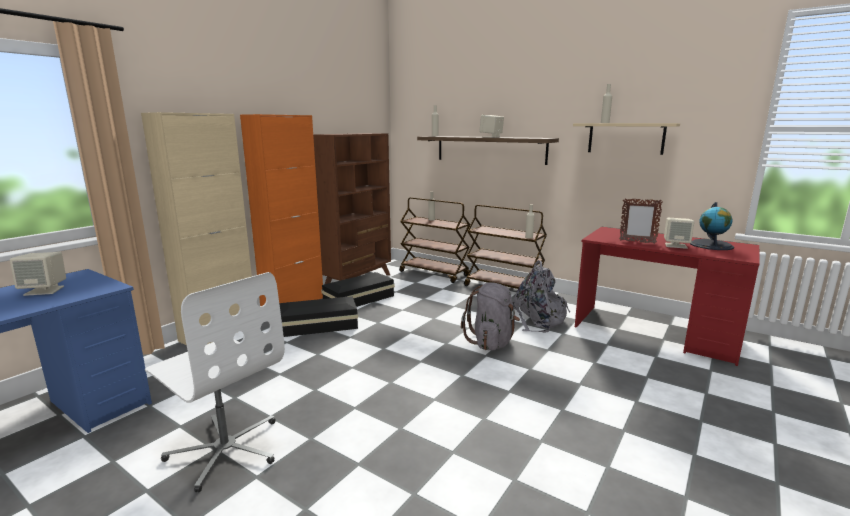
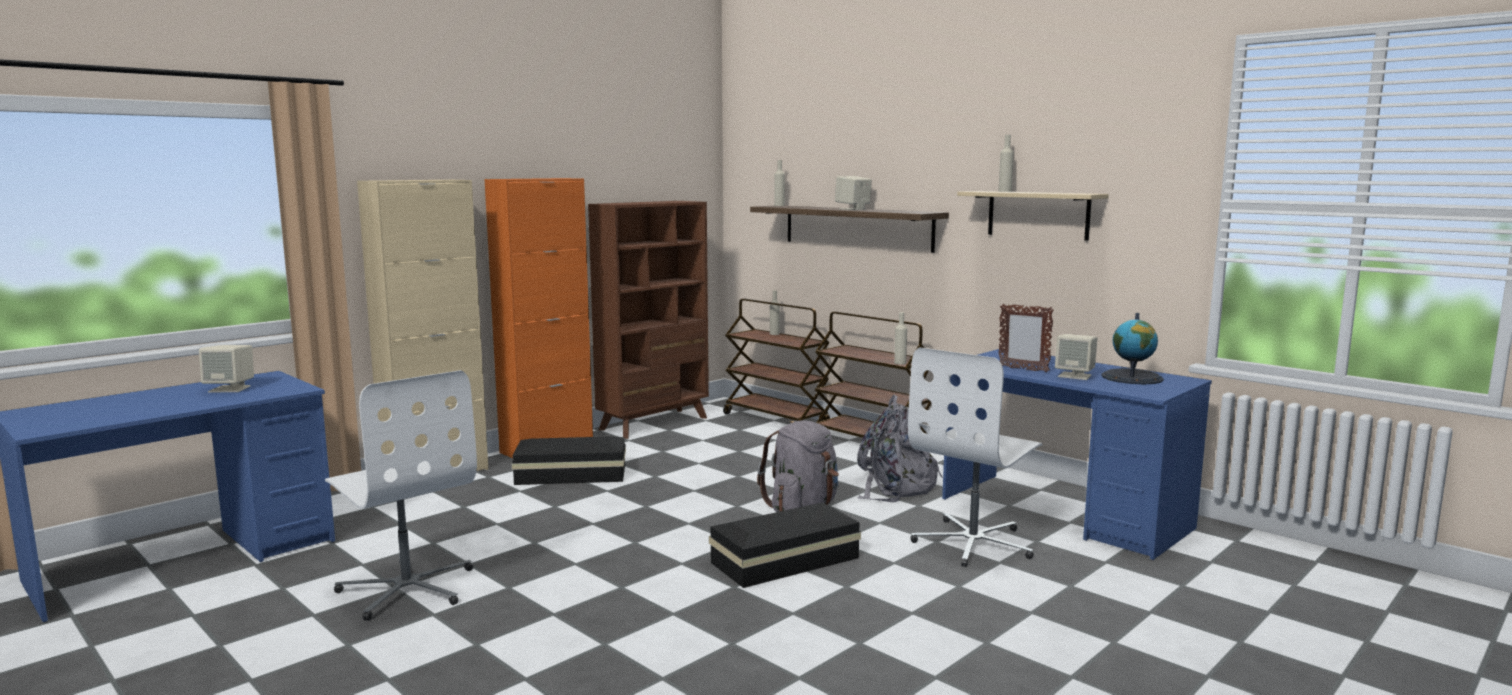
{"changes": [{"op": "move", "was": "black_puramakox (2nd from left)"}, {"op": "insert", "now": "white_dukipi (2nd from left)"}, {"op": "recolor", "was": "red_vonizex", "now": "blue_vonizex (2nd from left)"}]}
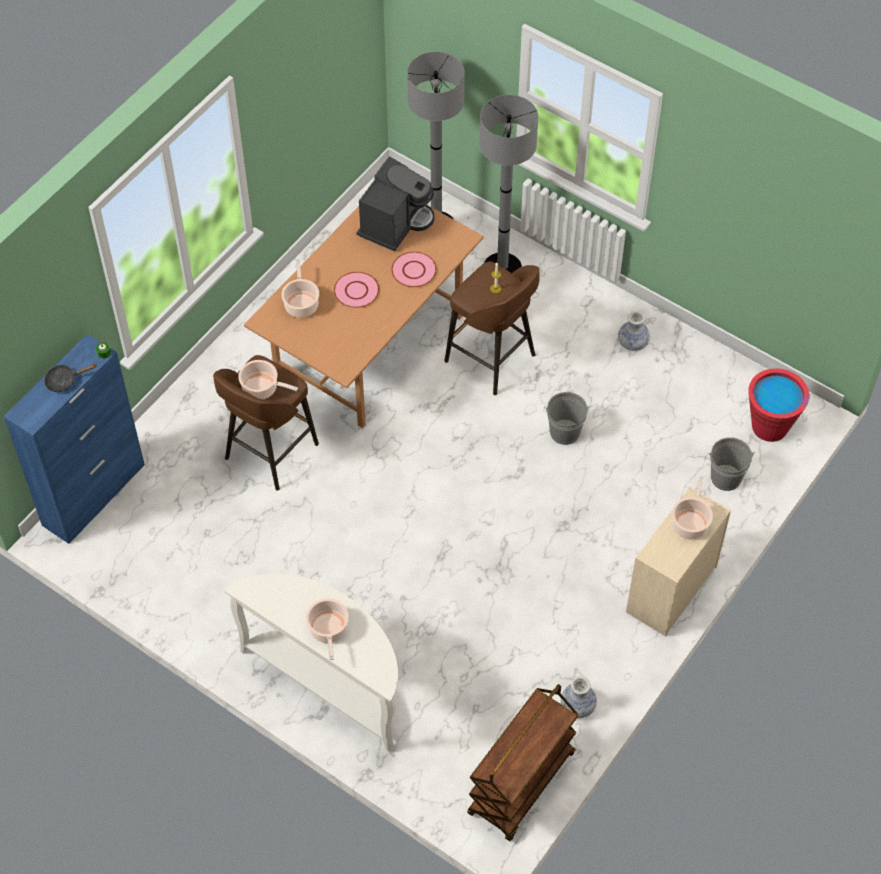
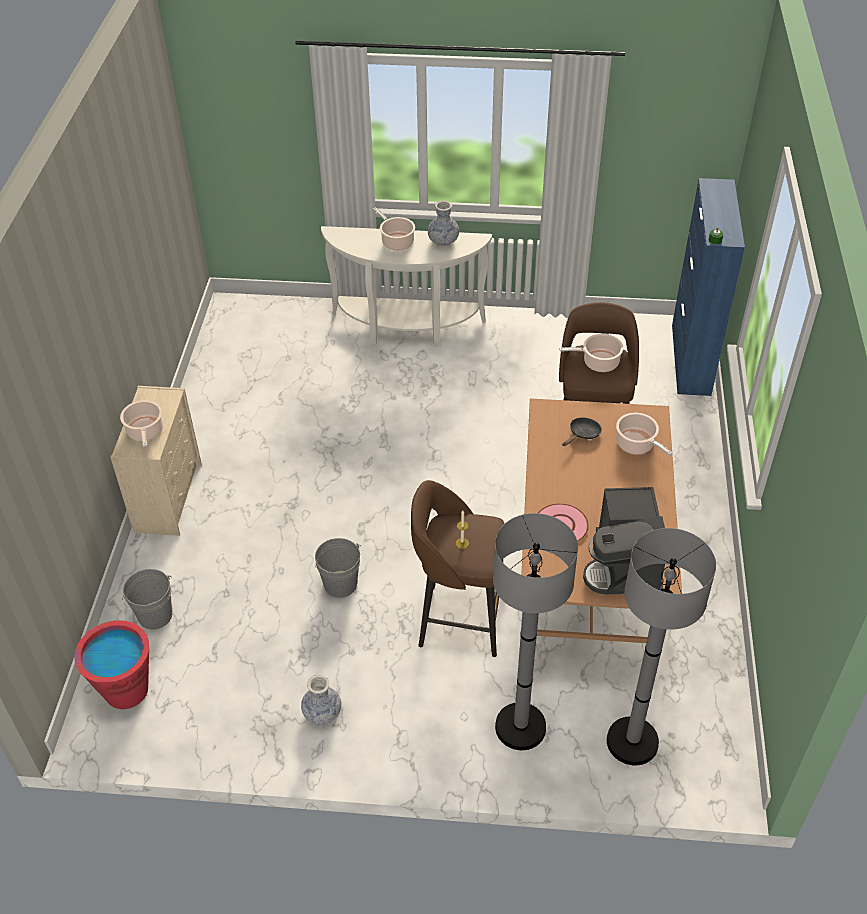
{"changes": [{"op": "move", "was": "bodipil (1st from left in the first image)", "now": "bodipil (2nd from left)"}, {"op": "move", "was": "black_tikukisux"}, {"op": "delete", "was": "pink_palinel (1st from left)"}, {"op": "delete", "was": "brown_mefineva"}]}
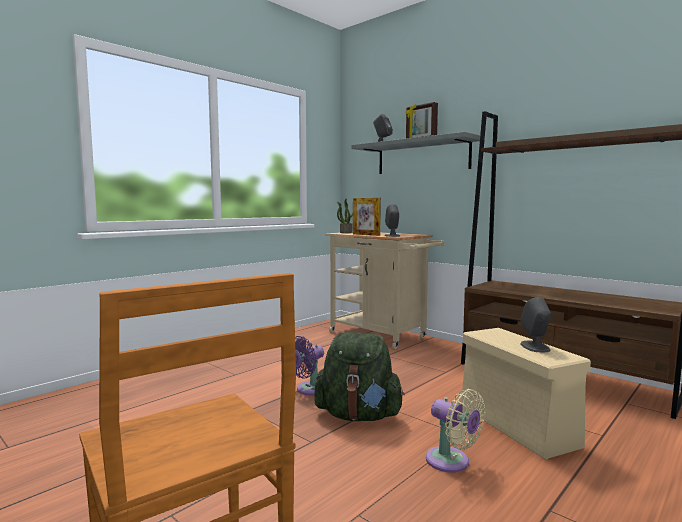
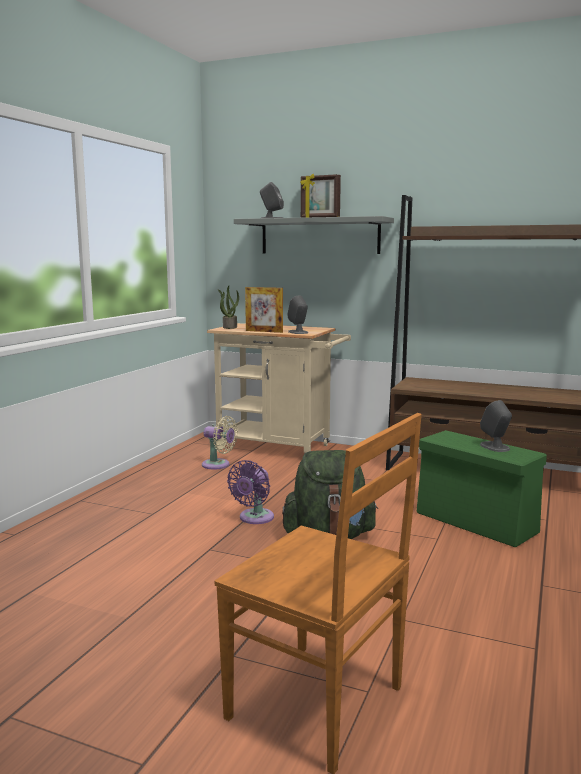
{"changes": [{"op": "move", "was": "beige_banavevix"}, {"op": "recolor", "was": "beige_puramakox", "now": "green_puramakox"}]}
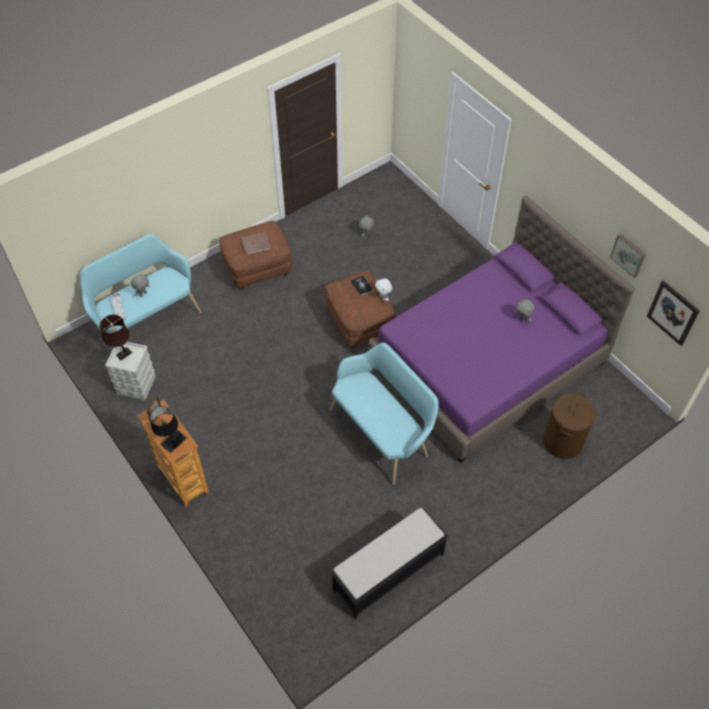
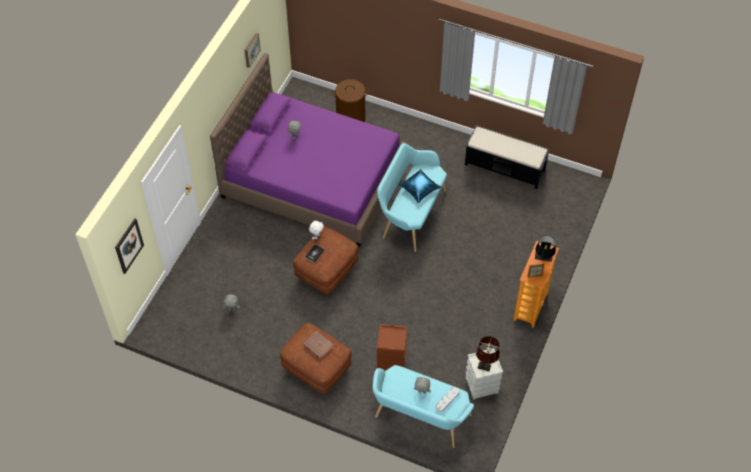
{"changes": [{"op": "move", "was": "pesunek (2nd from left in the first image)", "now": "pesunek (1st from left)"}, {"op": "insert", "now": "brown_puramakox"}, {"op": "insert", "now": "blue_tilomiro"}]}
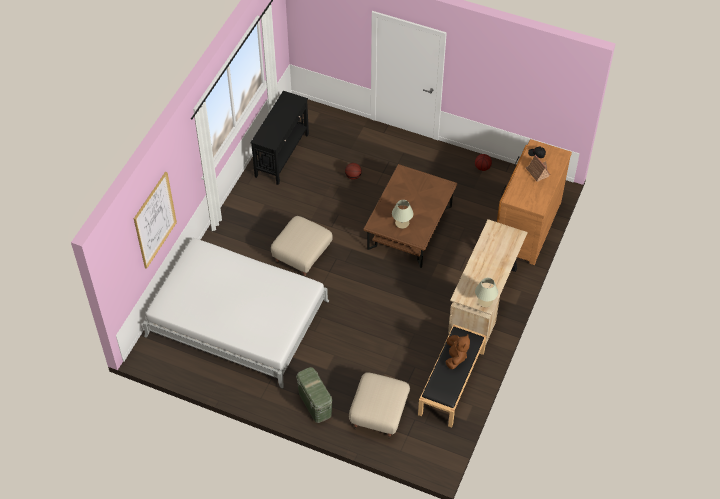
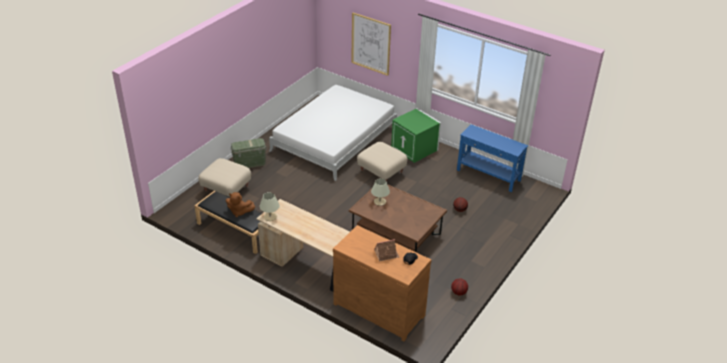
{"changes": [{"op": "insert", "now": "green_puramakox (2nd from left)"}, {"op": "recolor", "was": "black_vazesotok", "now": "blue_vazesotok"}]}
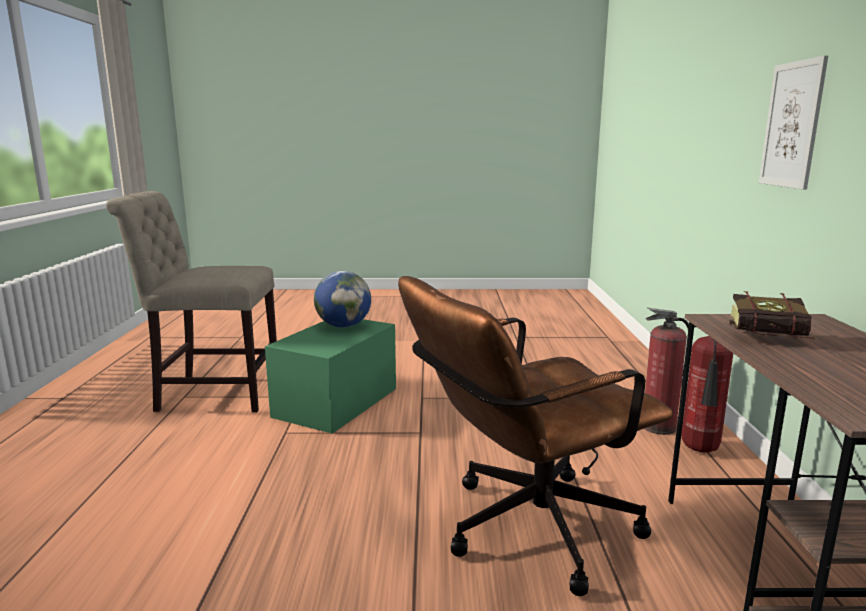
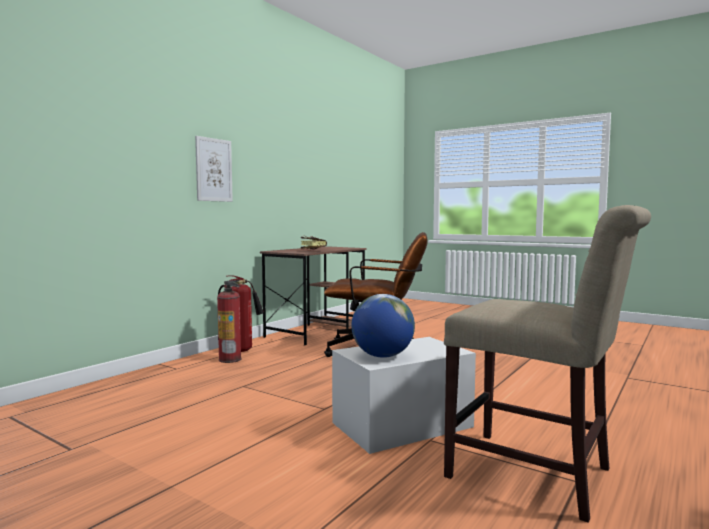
{"changes": [{"op": "recolor", "was": "green_puramakox", "now": "white_puramakox"}]}
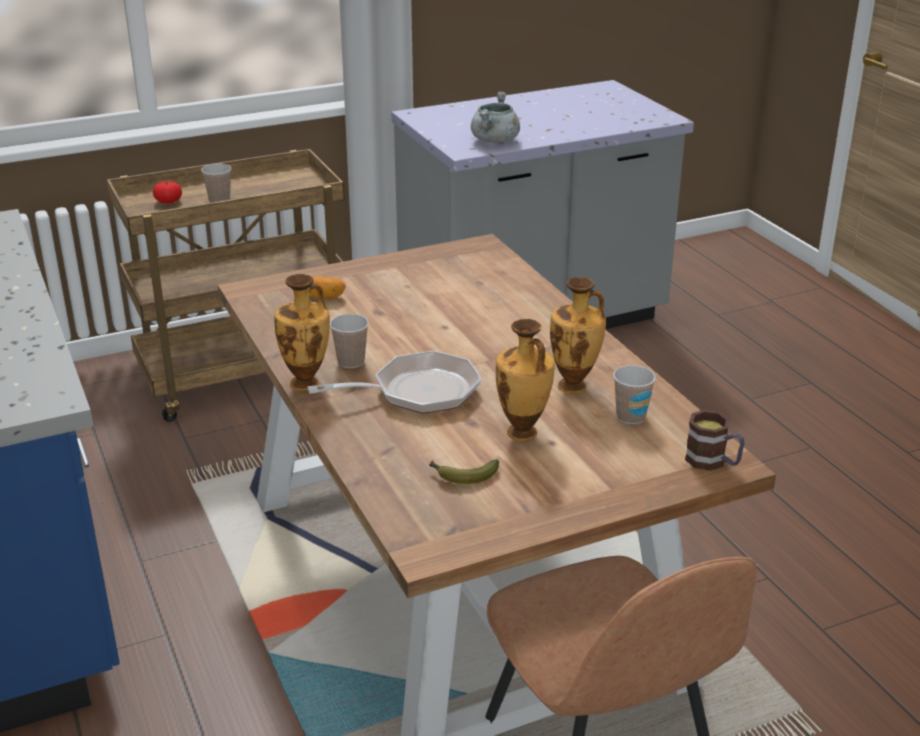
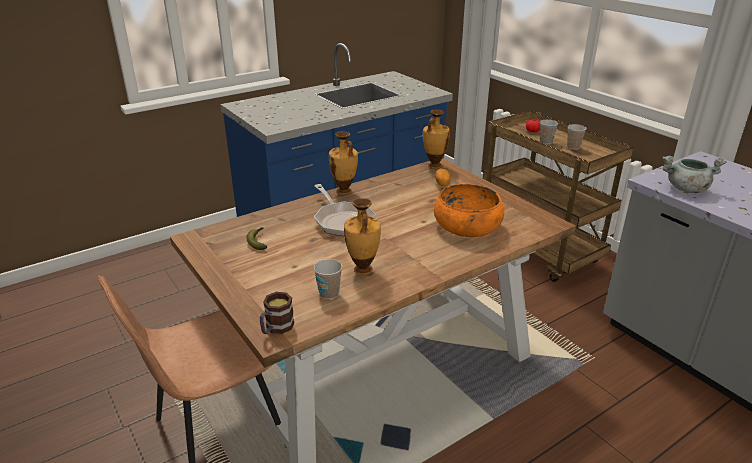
{"changes": [{"op": "move", "was": "bodipil (2nd from left in the first image)", "now": "bodipil (3rd from left)"}, {"op": "insert", "now": "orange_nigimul"}, {"op": "move", "was": "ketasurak (2nd from left in the first image)", "now": "ketasurak (3rd from left)"}]}
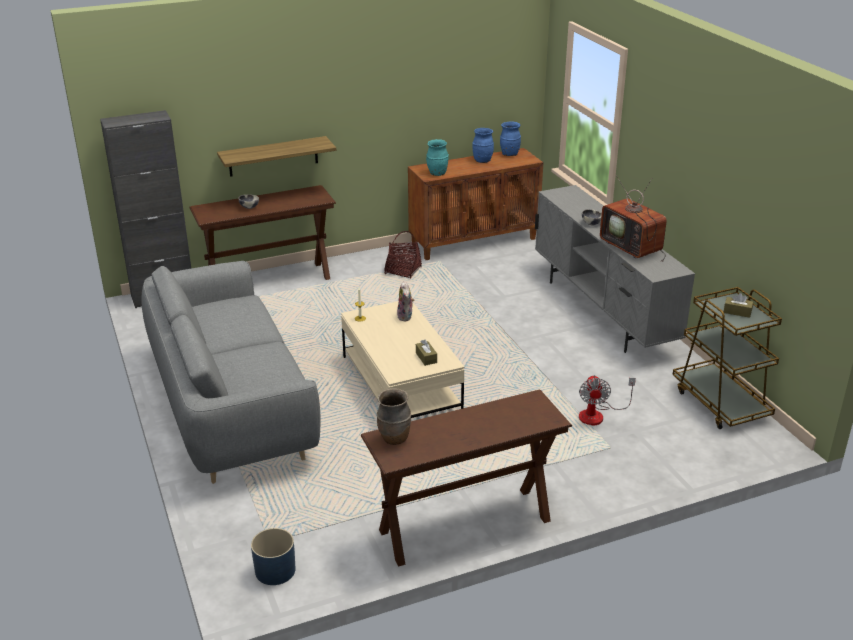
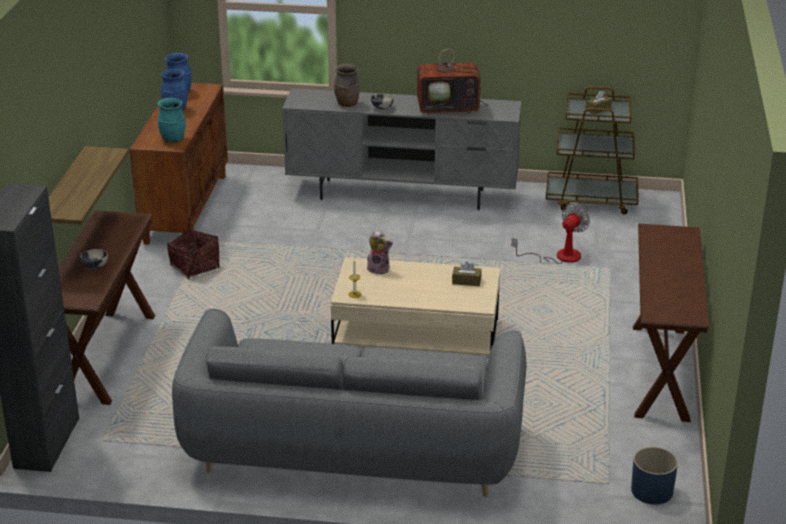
{"changes": [{"op": "move", "was": "brown_bodipil"}, {"op": "rotate", "was": "banavevix", "clockwise": -90}]}
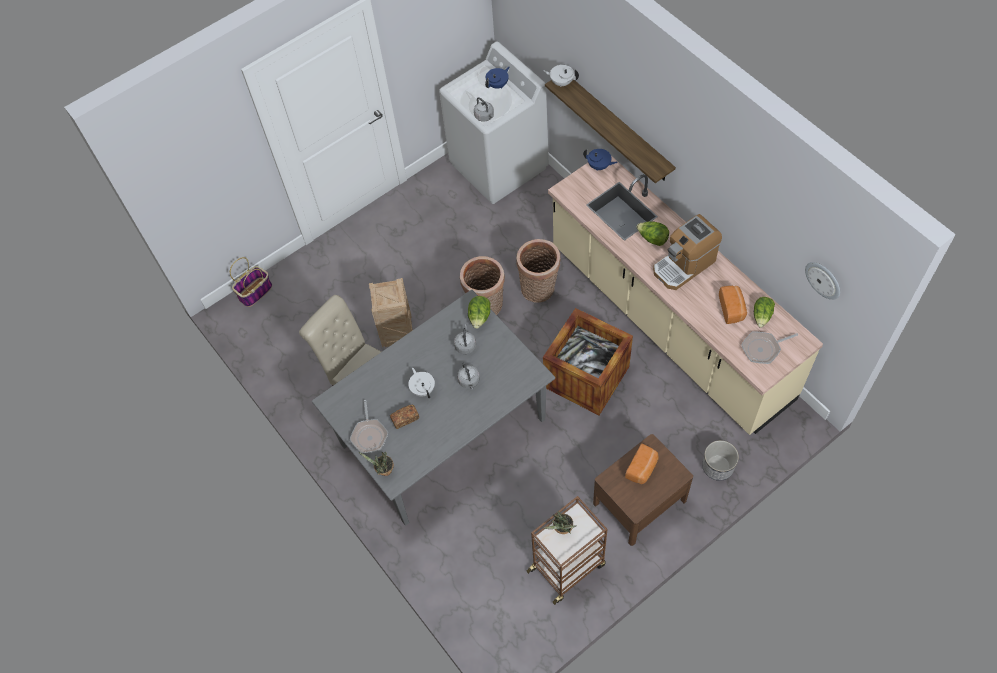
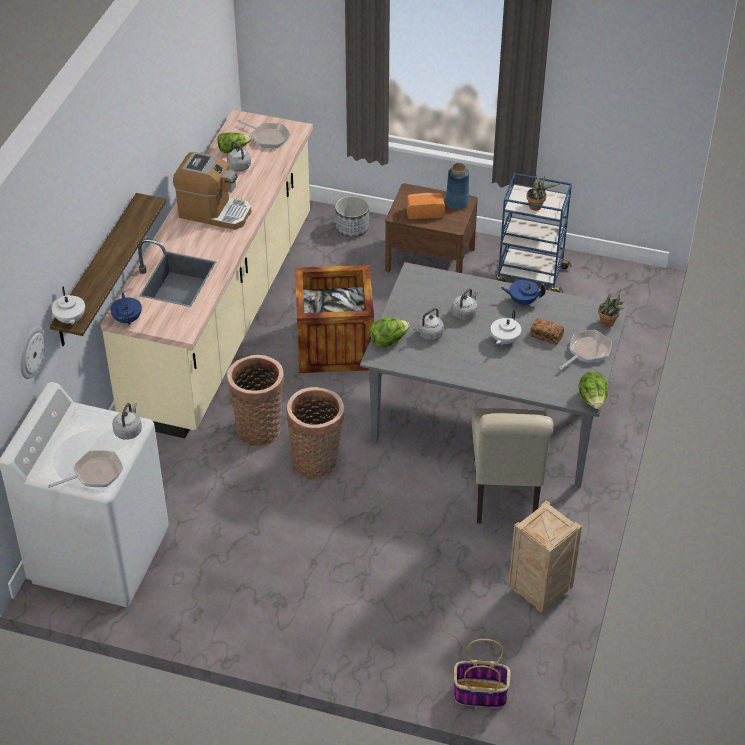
{"changes": [{"op": "move", "was": "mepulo"}, {"op": "insert", "now": "tikukisux (1st from left)"}, {"op": "replace", "was": "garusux (3rd from left)", "now": "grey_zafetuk (2nd from left)"}, {"op": "insert", "now": "blue_bodipil"}, {"op": "recolor", "was": "brown_mefineva", "now": "blue_mefineva"}, {"op": "move", "was": "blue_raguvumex (1st from left in the first image)", "now": "blue_raguvumex (2nd from left)"}, {"op": "move", "was": "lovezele (1st from left in the first image)", "now": "lovezele (2nd from left)"}, {"op": "move", "was": "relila (2nd from left in the first image)", "now": "relila (3rd from left)"}]}
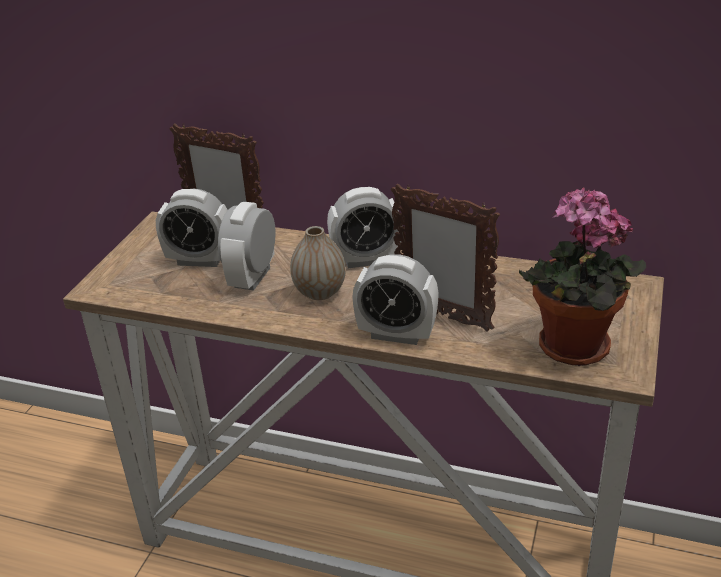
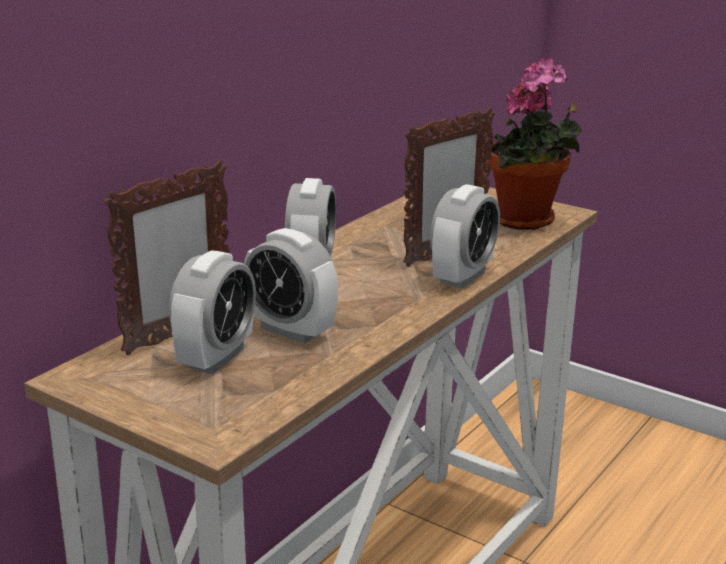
{"changes": [{"op": "delete", "was": "bodipil"}]}
